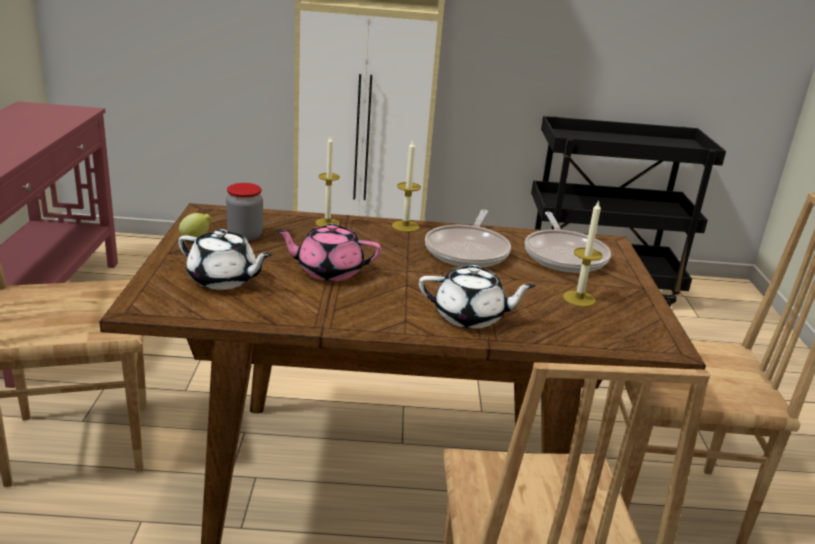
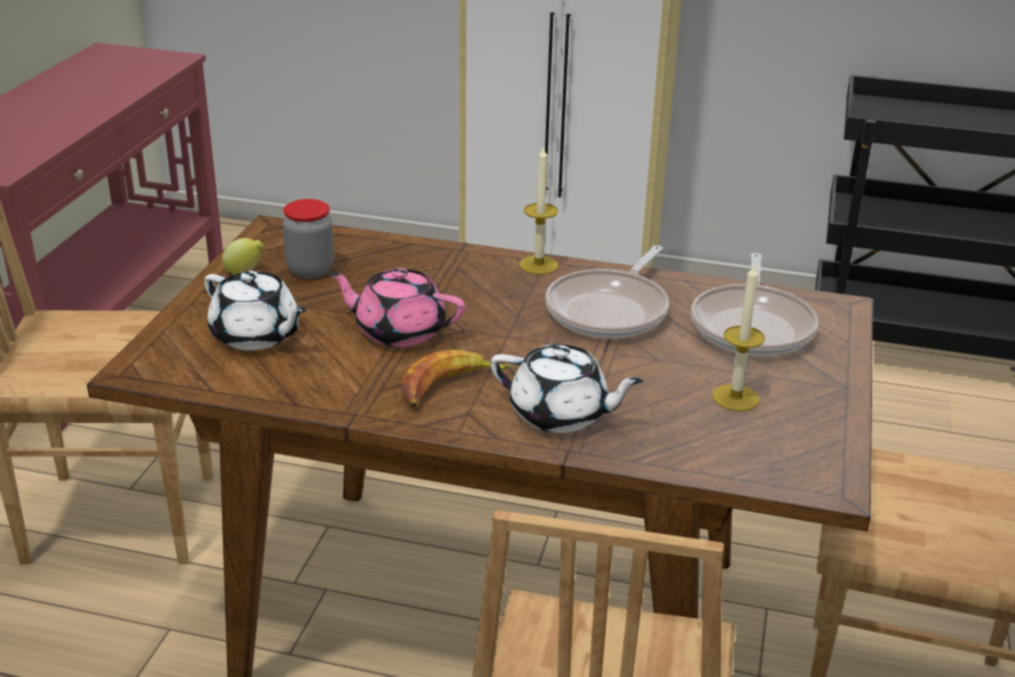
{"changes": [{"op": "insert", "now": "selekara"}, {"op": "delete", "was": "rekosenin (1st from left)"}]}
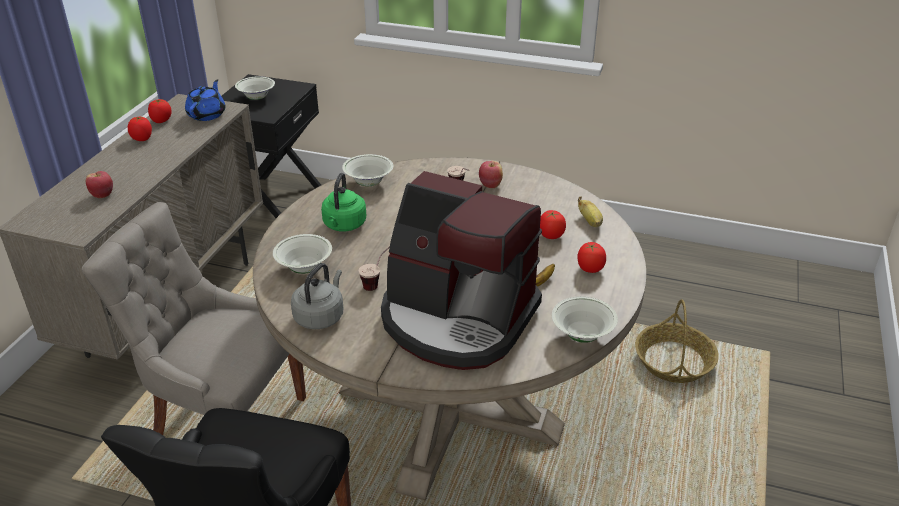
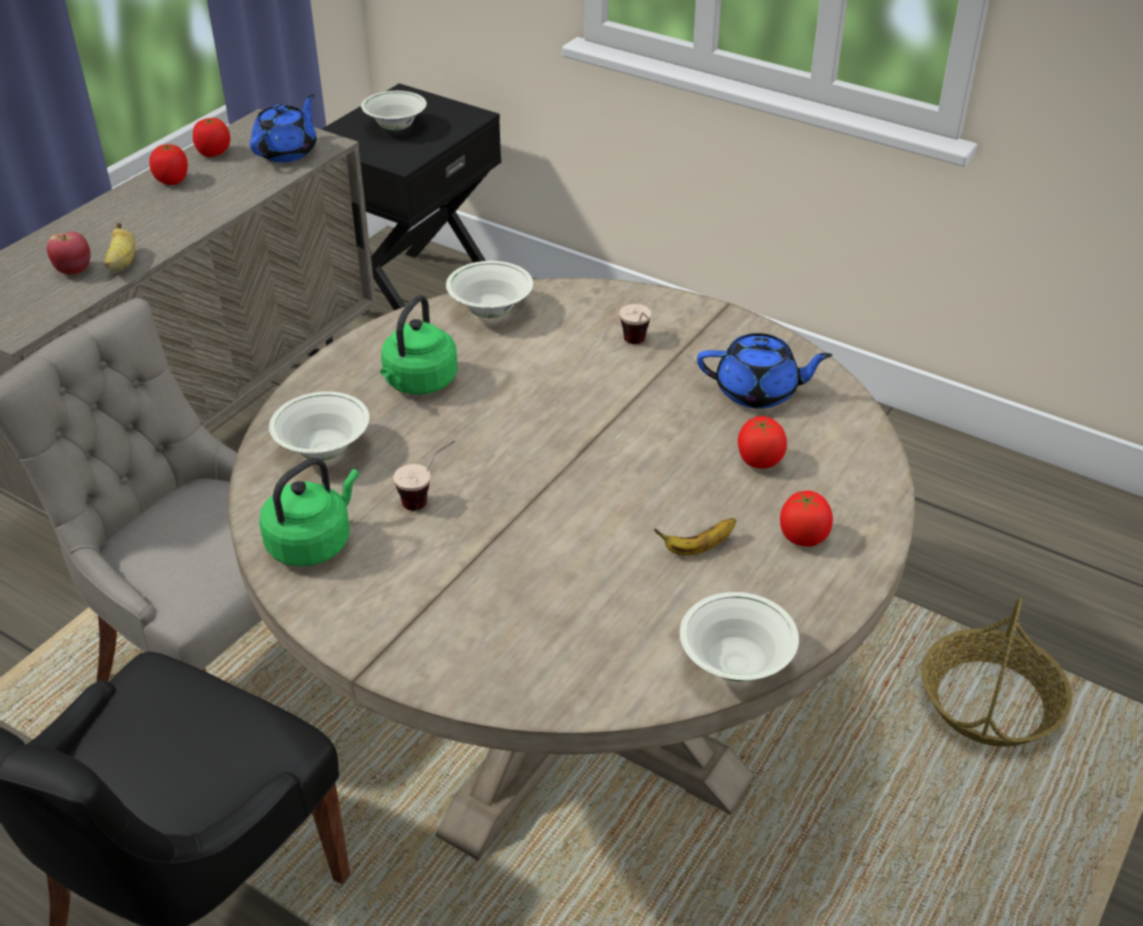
{"changes": [{"op": "move", "was": "selekara (2nd from left in the first image)", "now": "selekara (1st from left)"}, {"op": "recolor", "was": "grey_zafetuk", "now": "green_zafetuk (1st from left)"}, {"op": "insert", "now": "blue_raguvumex (2nd from left)"}, {"op": "delete", "was": "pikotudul"}, {"op": "delete", "was": "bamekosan (2nd from left)"}]}
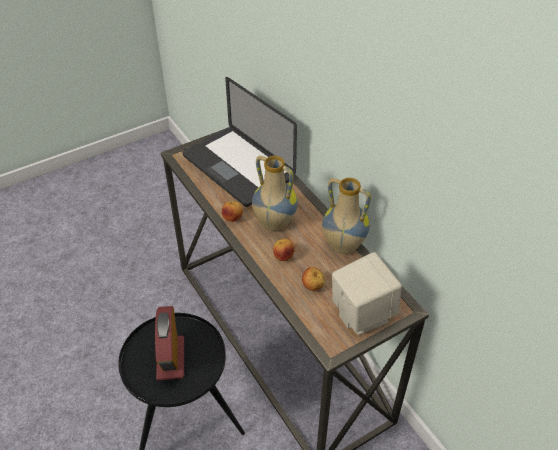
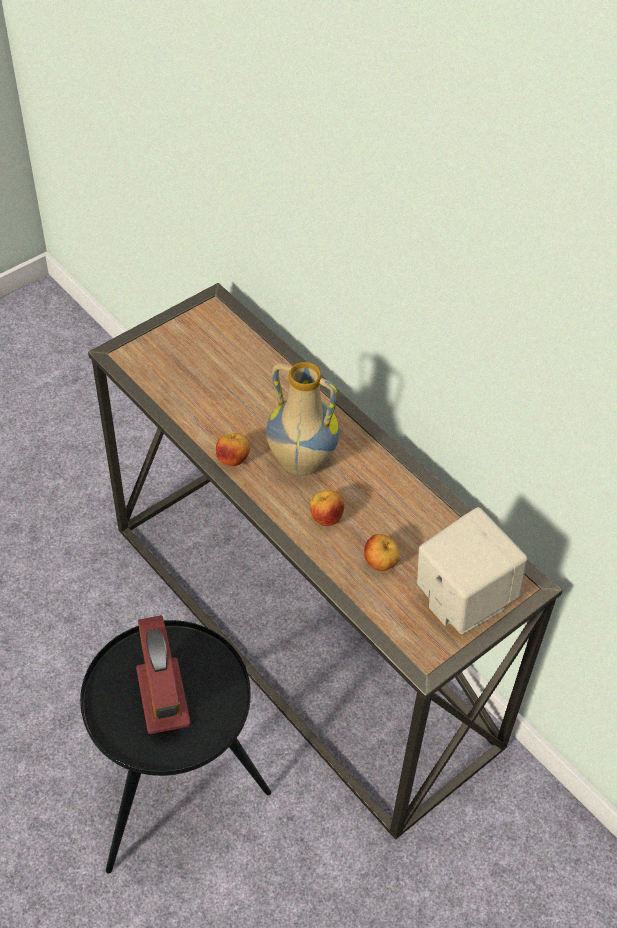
{"changes": [{"op": "delete", "was": "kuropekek"}, {"op": "delete", "was": "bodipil (2nd from left)"}]}
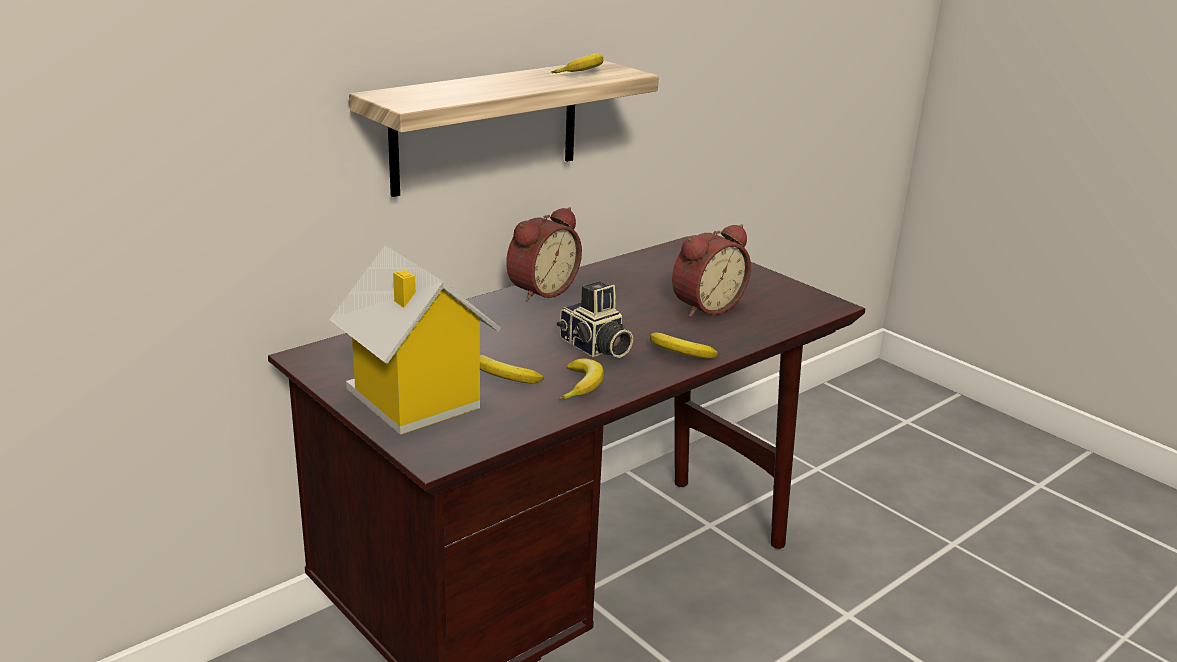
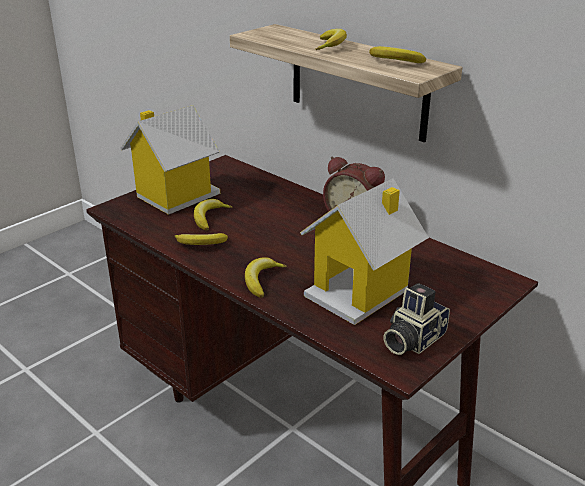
{"changes": [{"op": "replace", "was": "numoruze (2nd from left)", "now": "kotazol (2nd from left)"}, {"op": "insert", "now": "selekara (4th from left)"}, {"op": "move", "was": "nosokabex"}]}
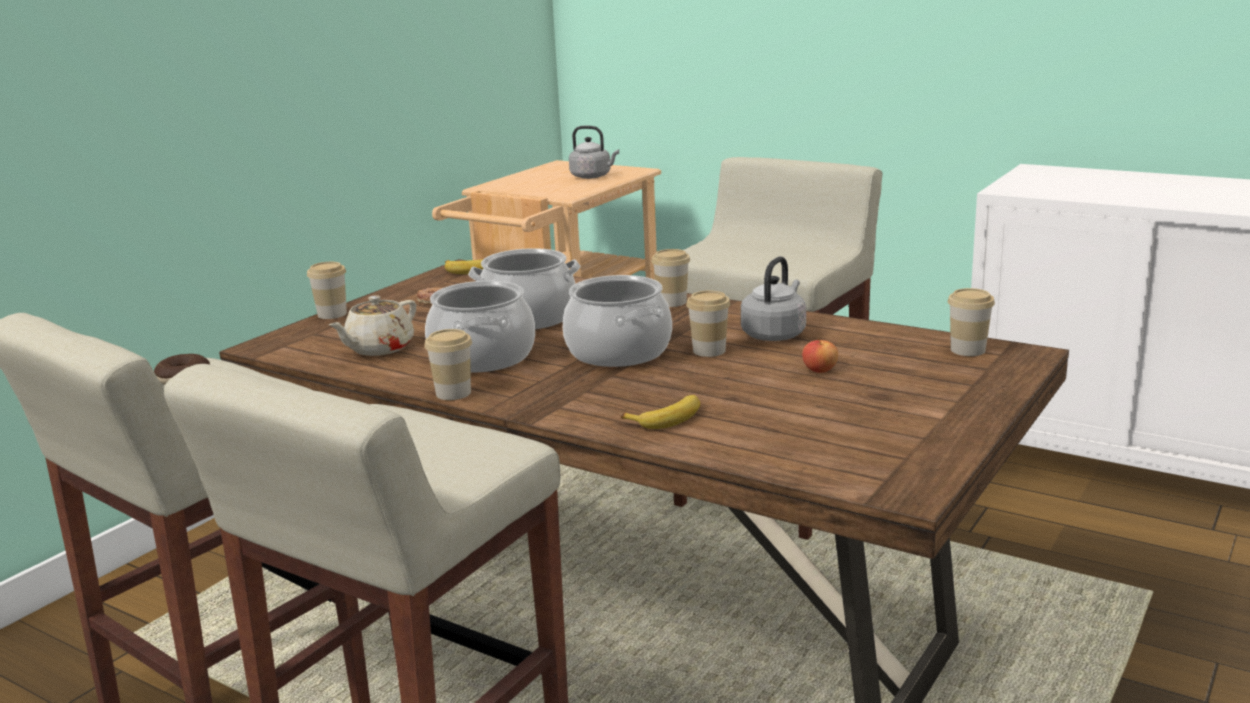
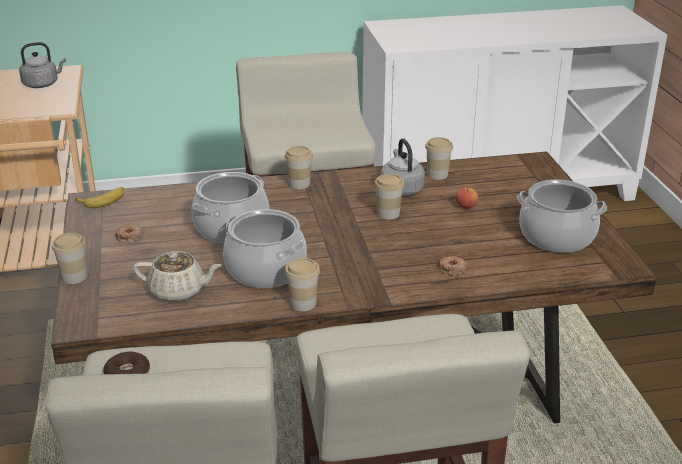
{"changes": [{"op": "rotate", "was": "beige_raguvumex", "clockwise": -75}, {"op": "move", "was": "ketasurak (5th from left)"}, {"op": "replace", "was": "selekara (2nd from left)", "now": "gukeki (3rd from left)"}, {"op": "move", "was": "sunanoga (3rd from left)"}]}
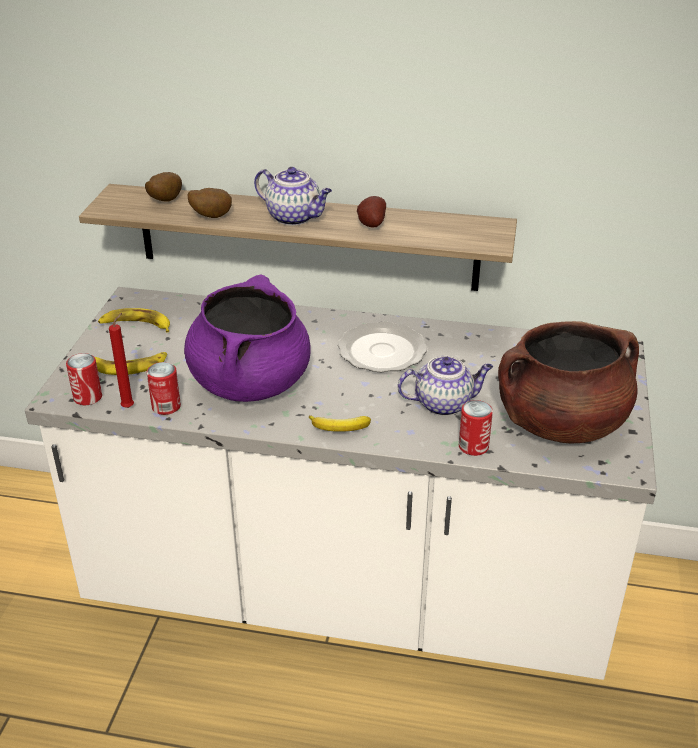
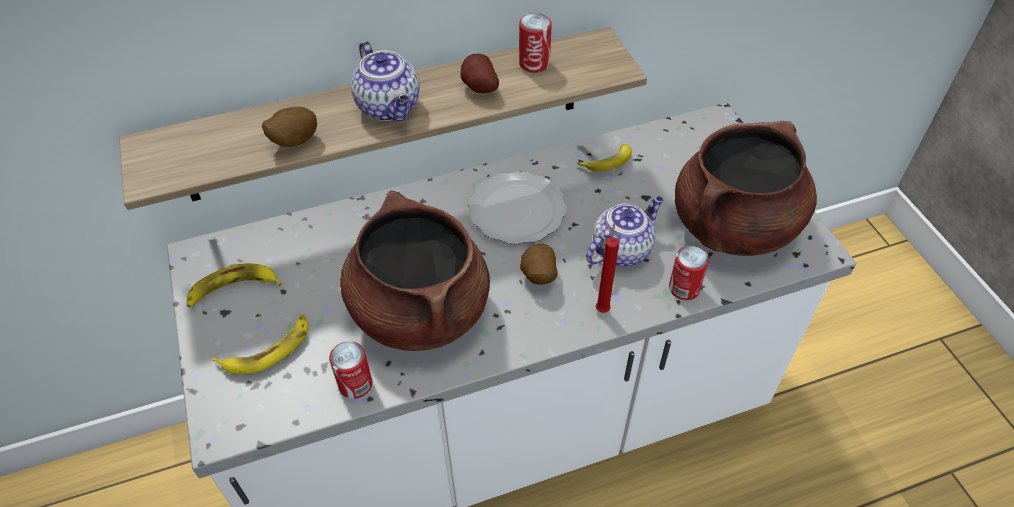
{"changes": [{"op": "recolor", "was": "purple_sunanoga", "now": "brown_sunanoga (1st from left)"}, {"op": "rotate", "was": "raguvumex (1st from left)", "clockwise": 60}, {"op": "move", "was": "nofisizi (1st from left in the first image)", "now": "nofisizi (2nd from left)"}, {"op": "move", "was": "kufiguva (1st from left in the first image)", "now": "kufiguva (3rd from left)"}, {"op": "move", "was": "selekara (3rd from left)"}, {"op": "move", "was": "red_rekosenin"}]}
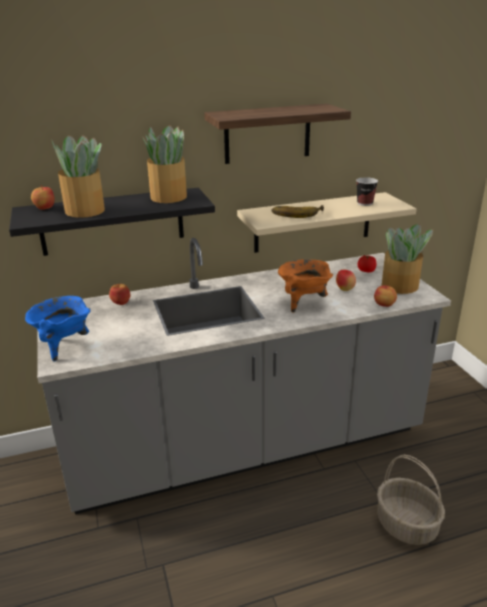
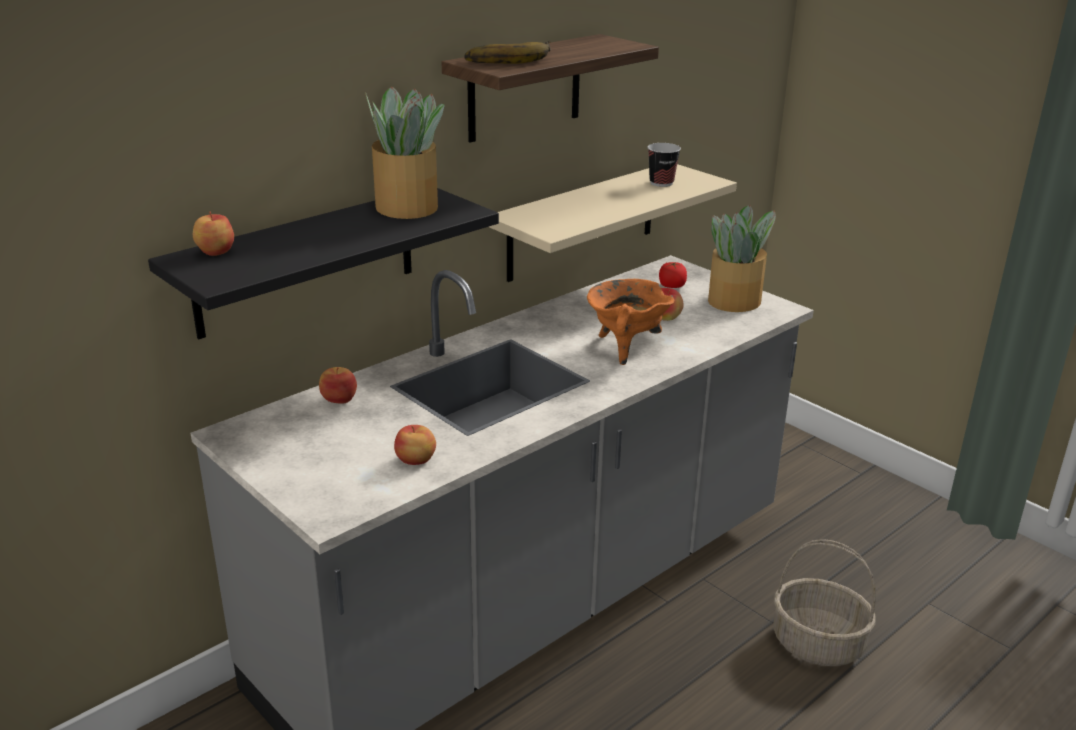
{"changes": [{"op": "move", "was": "bamekosan (4th from left in the first image)", "now": "bamekosan (3rd from left)"}, {"op": "move", "was": "selekara"}, {"op": "delete", "was": "blue_sunanoga"}, {"op": "delete", "was": "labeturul (1st from left)"}]}
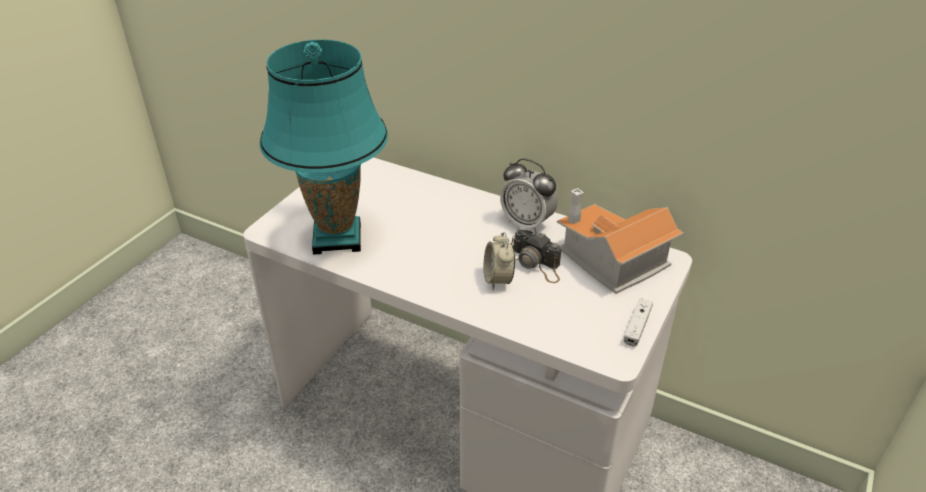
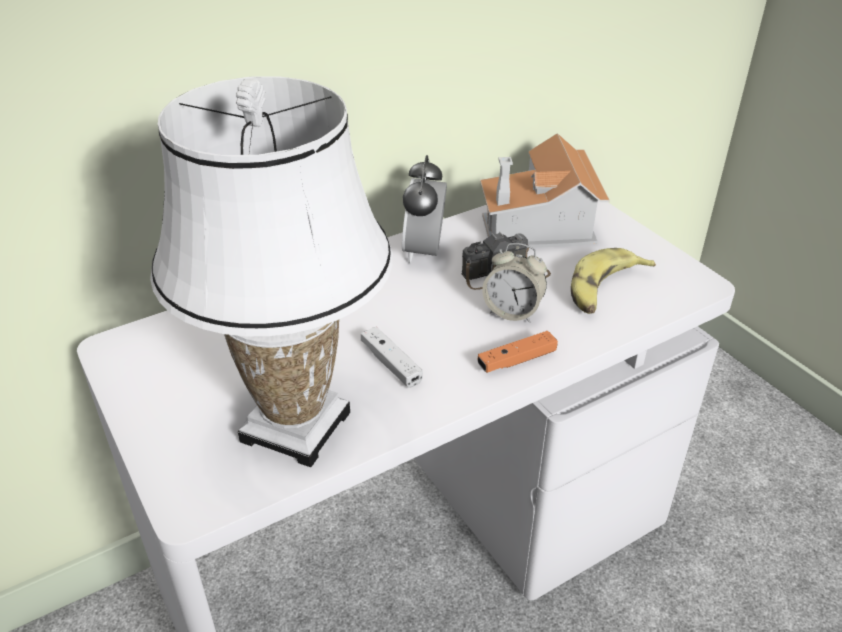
{"changes": [{"op": "recolor", "was": "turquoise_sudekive", "now": "white_sudekive"}, {"op": "move", "was": "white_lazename"}, {"op": "rotate", "was": "numoruze (2nd from left in the first image)", "clockwise": 120}, {"op": "insert", "now": "orange_lazename"}, {"op": "insert", "now": "selekara"}]}
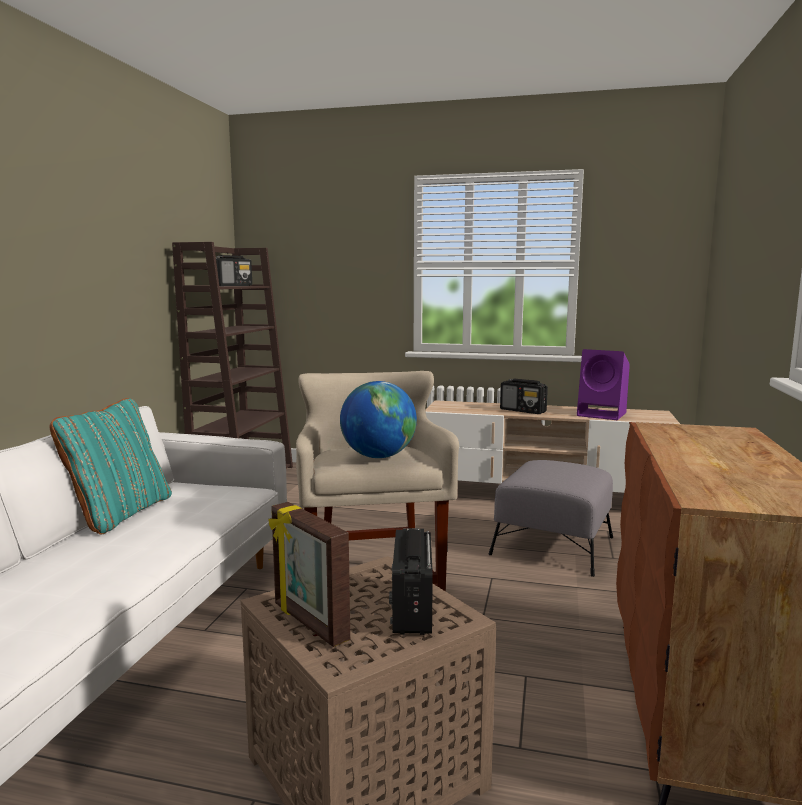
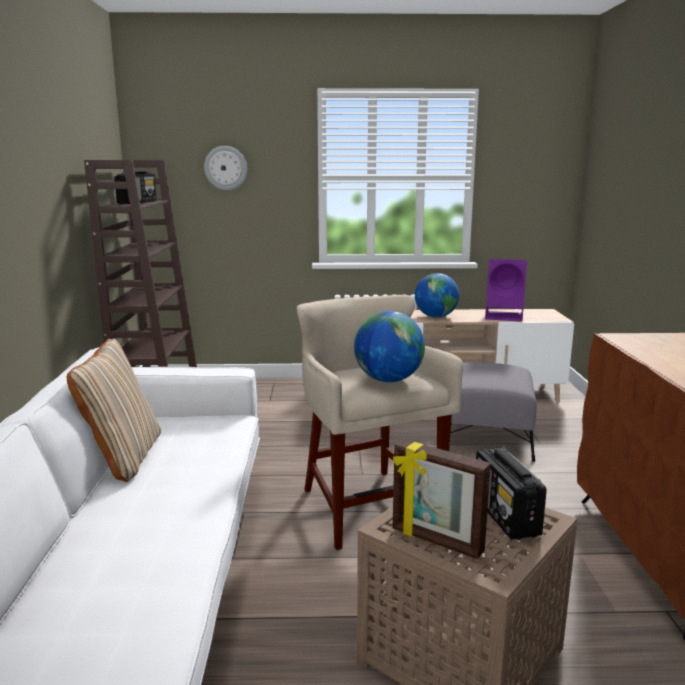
{"changes": [{"op": "recolor", "was": "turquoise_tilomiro", "now": "beige_tilomiro"}, {"op": "insert", "now": "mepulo"}, {"op": "replace", "was": "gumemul (3rd from left)", "now": "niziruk (2nd from left)"}]}
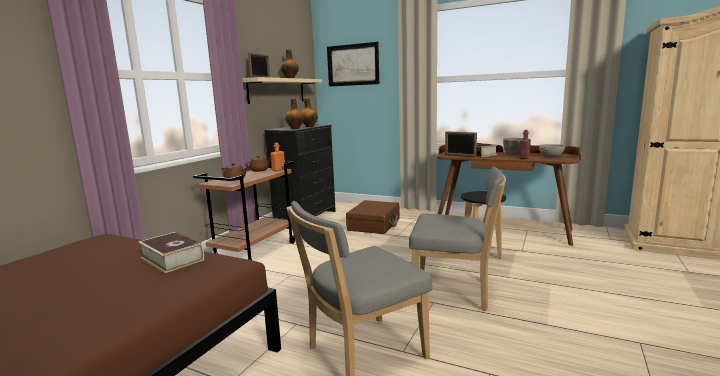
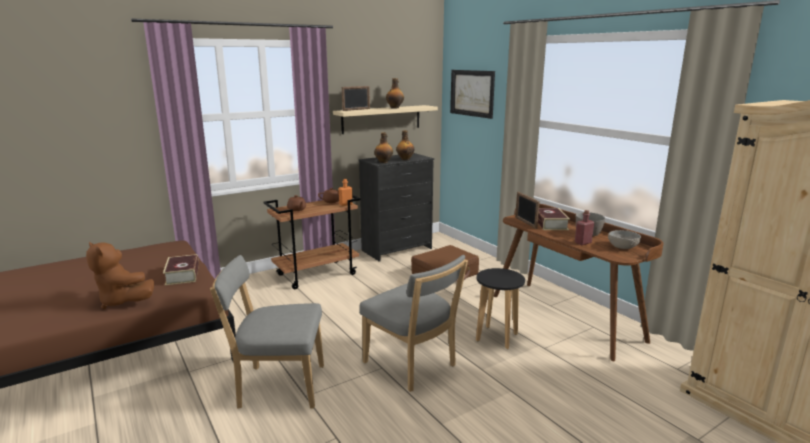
{"changes": [{"op": "insert", "now": "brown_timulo"}]}
